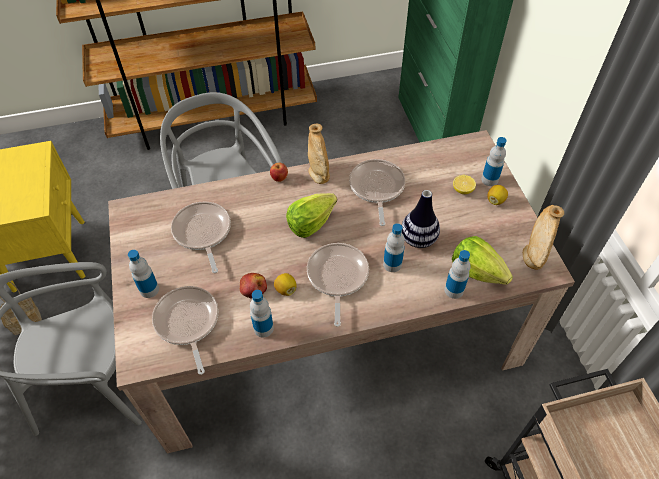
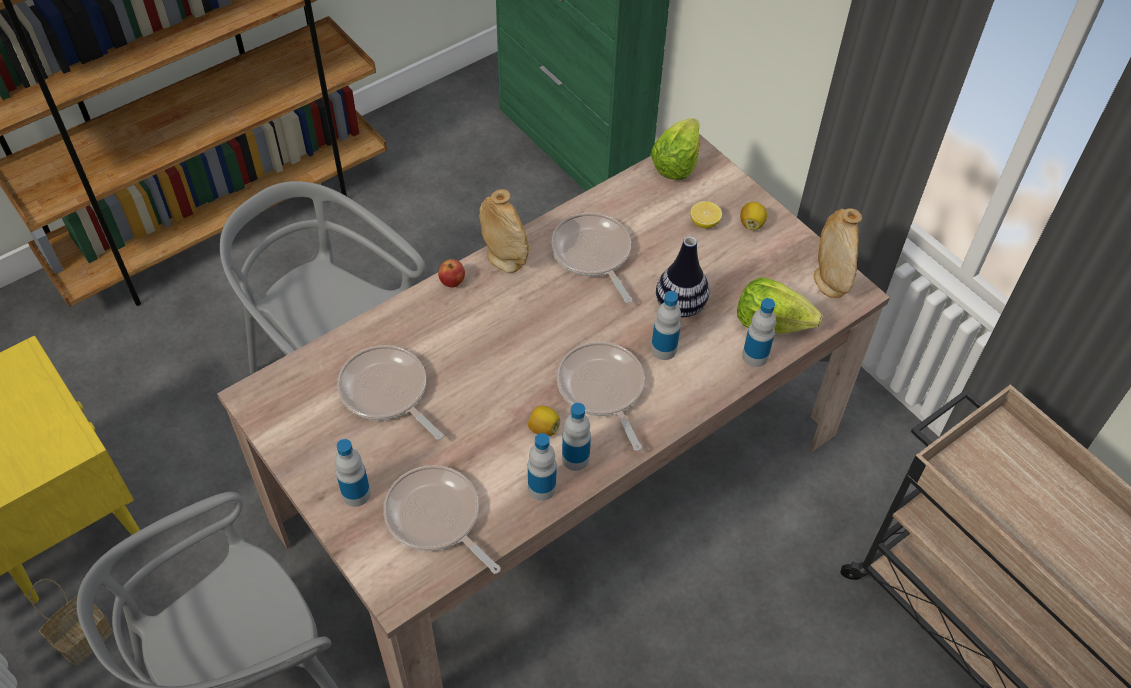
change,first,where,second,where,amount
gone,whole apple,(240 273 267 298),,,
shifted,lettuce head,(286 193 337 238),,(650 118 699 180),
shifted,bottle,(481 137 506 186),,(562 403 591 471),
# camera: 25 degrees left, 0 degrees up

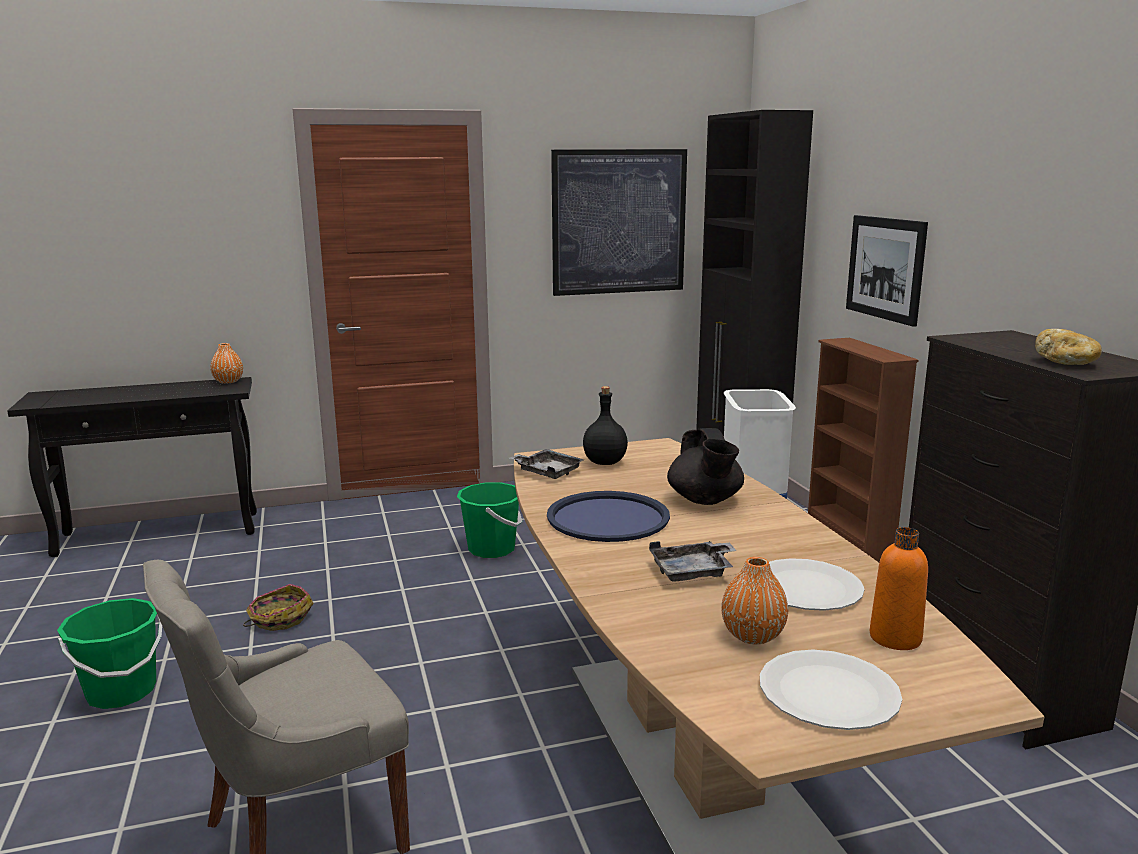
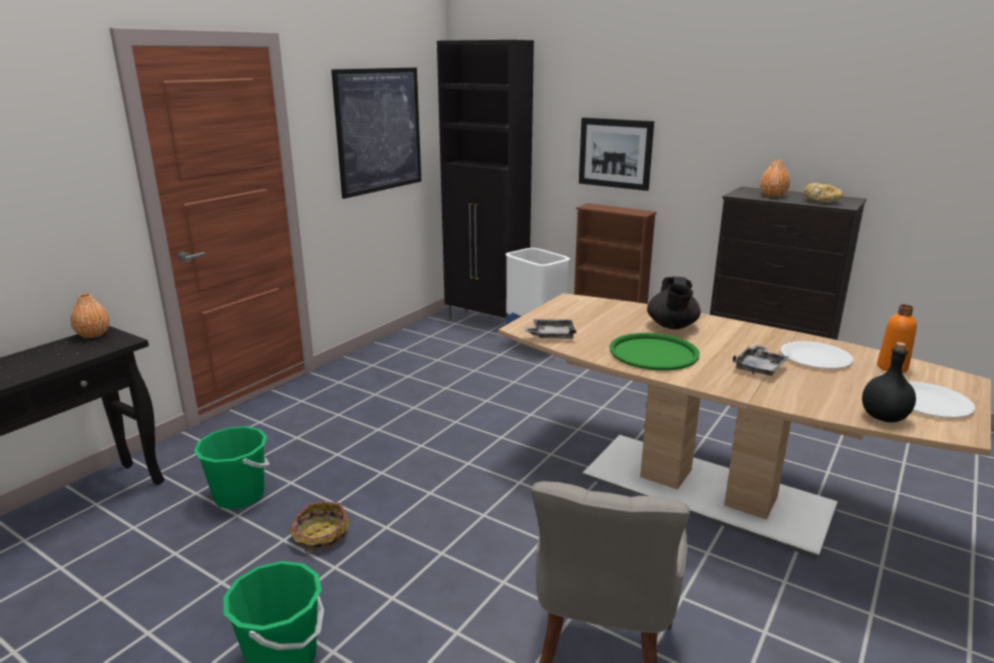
change,first,where,second,where,amount
shifted,pail in greenish,(457 483 523 558),,(194 426 269 509),
repainted,carrying tray in blue-coloured,(547 491 670 542),carrying tray in greenish,(609 333 700 371),
shifted,bottle in black,(583 386 628 465),,(862 342 916 423),
rotated,teapot in black,(667 428 744 505),,(647 277 701 329),60 degrees clockwise
shifted,vase in orange-coloured,(721 557 788 644),,(760 160 790 197),
# camera: 40 degrees left, 5 degrees up

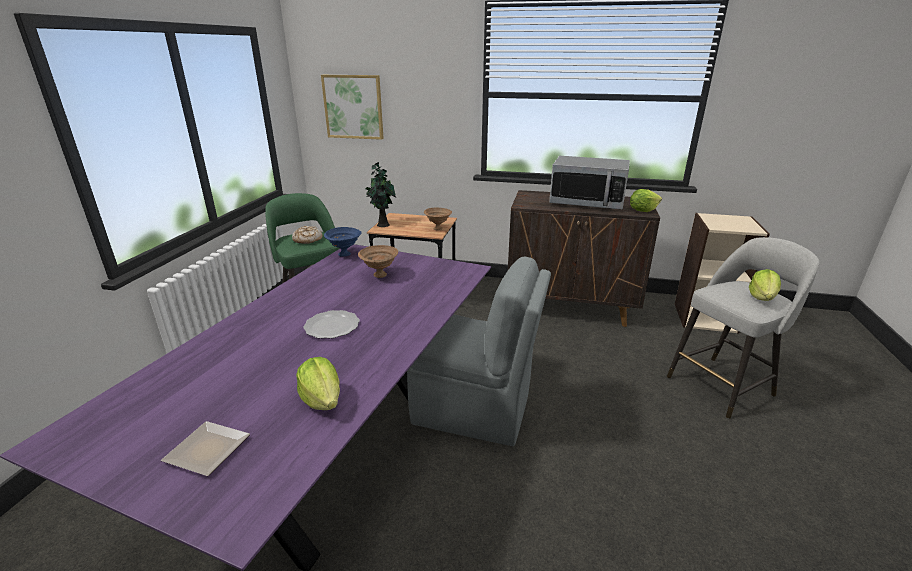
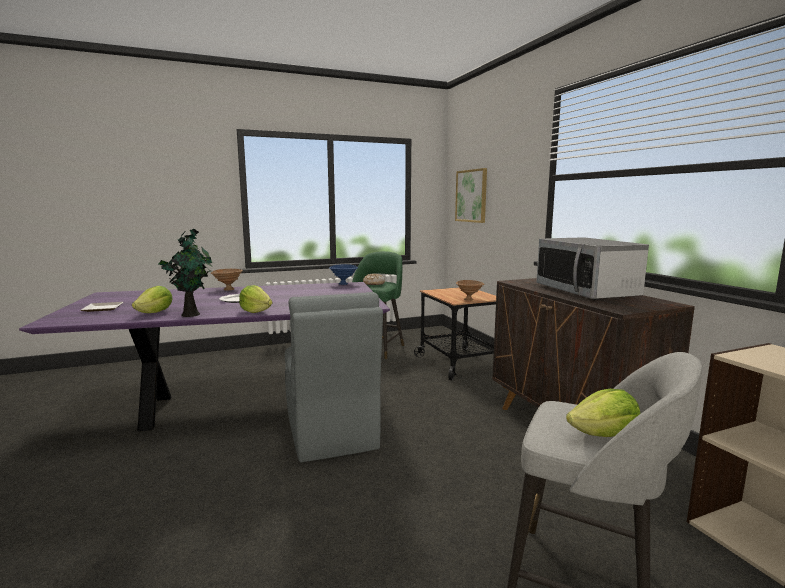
change,first,where,second,where,amount
shifted,bowl in brown,(358 245 398 278),,(211 269 243 291),
shifted,houseplant,(366 162 396 227),,(159 229 213 317),
shifted,lettuce head,(630 189 662 212),,(239 285 272 313),
# camera: 55 degrees right, 15 degrees down

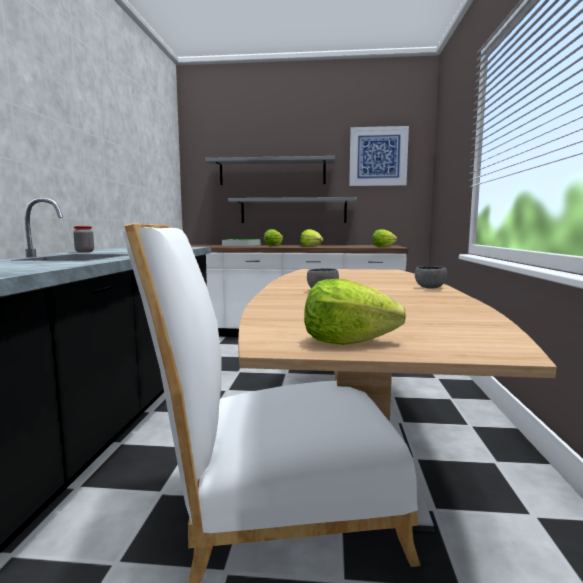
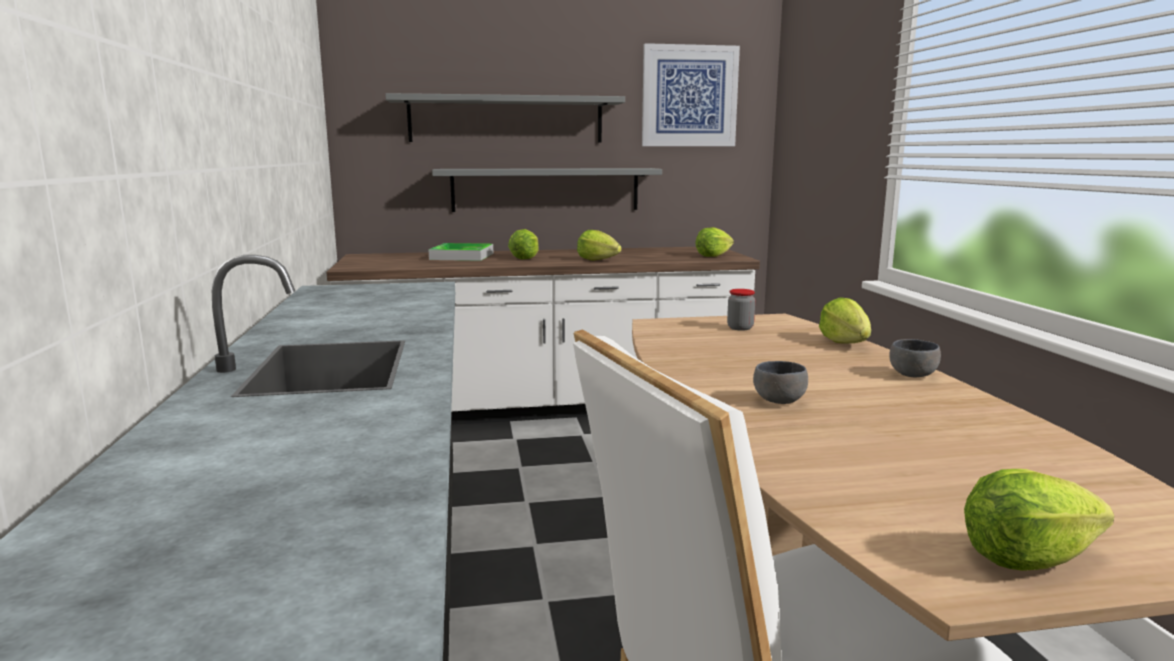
change,first,where,second,where,amount
shifted,jar,(73 226 94 252),,(727 289 755 331),
new,,,lettuce head,(819 297 871 343),
# camera: 15 degrees left, 5 degrees up

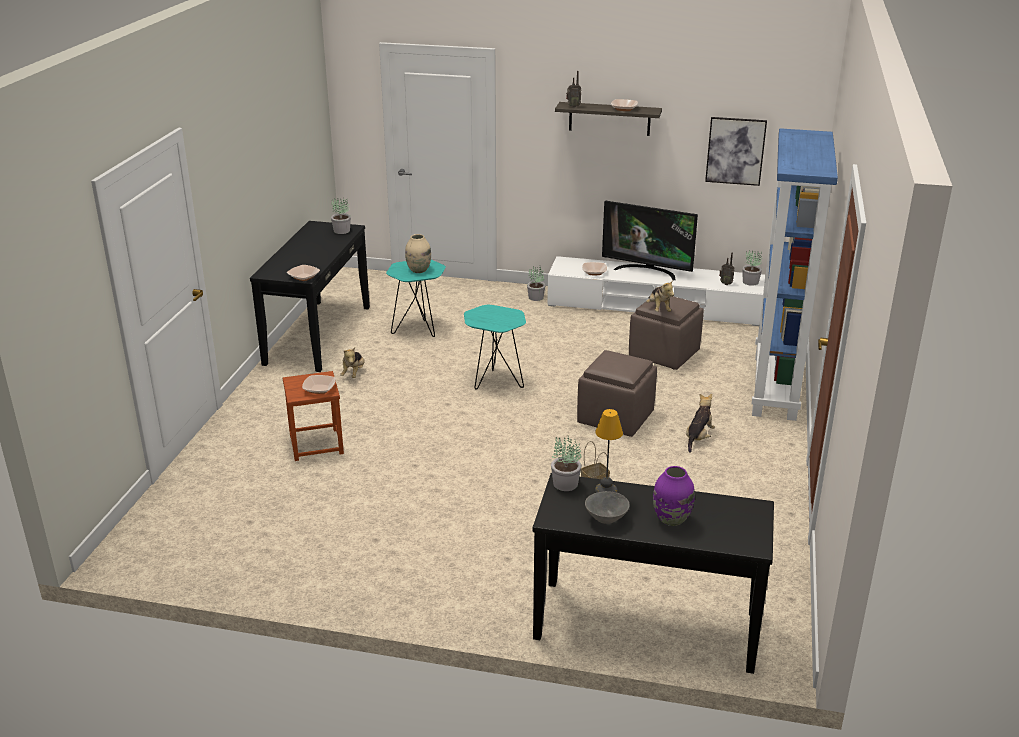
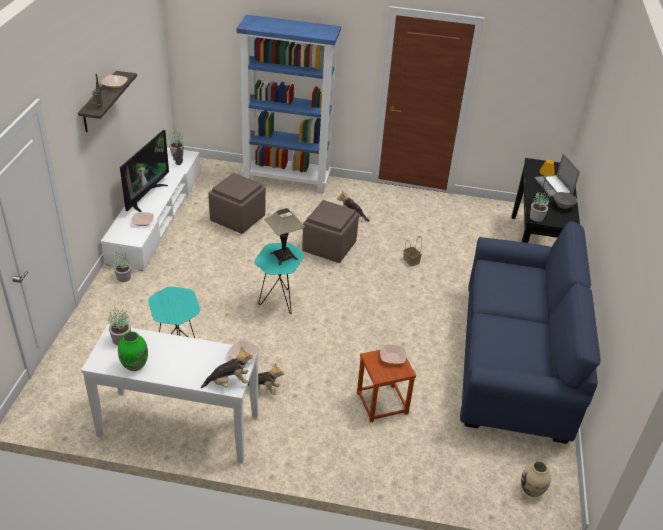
change,first,where,second,where,amount
repainted,console table in black,(250 221 370 372),console table in white,(81 324 258 464),
shifted,vase in sand-coloured,(405 234 431 273),,(521 461 551 497),
shifted,plush toy,(646 280 674 312),,(201 346 253 389),
swapped,vase in purple,(653 466 695 526),notebook computer,(535 154 580 197),
gone,picture,(705 117 767 186),,,
new,,,vase in greenish,(118 331 148 371),
new,,,tabletop lamp,(264 208 305 265),
new,,,couch in blue-coloured,(460 221 601 444),
# camera: 95 degrees left, 10 degrees up

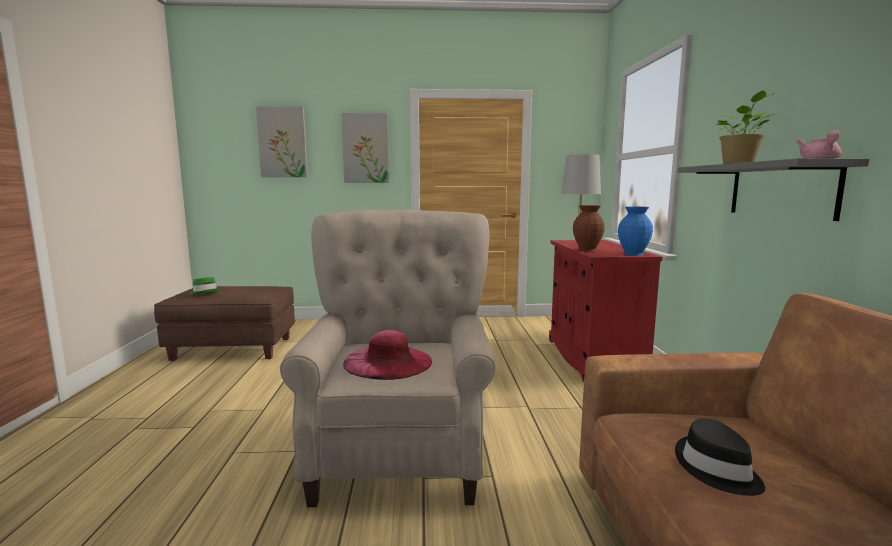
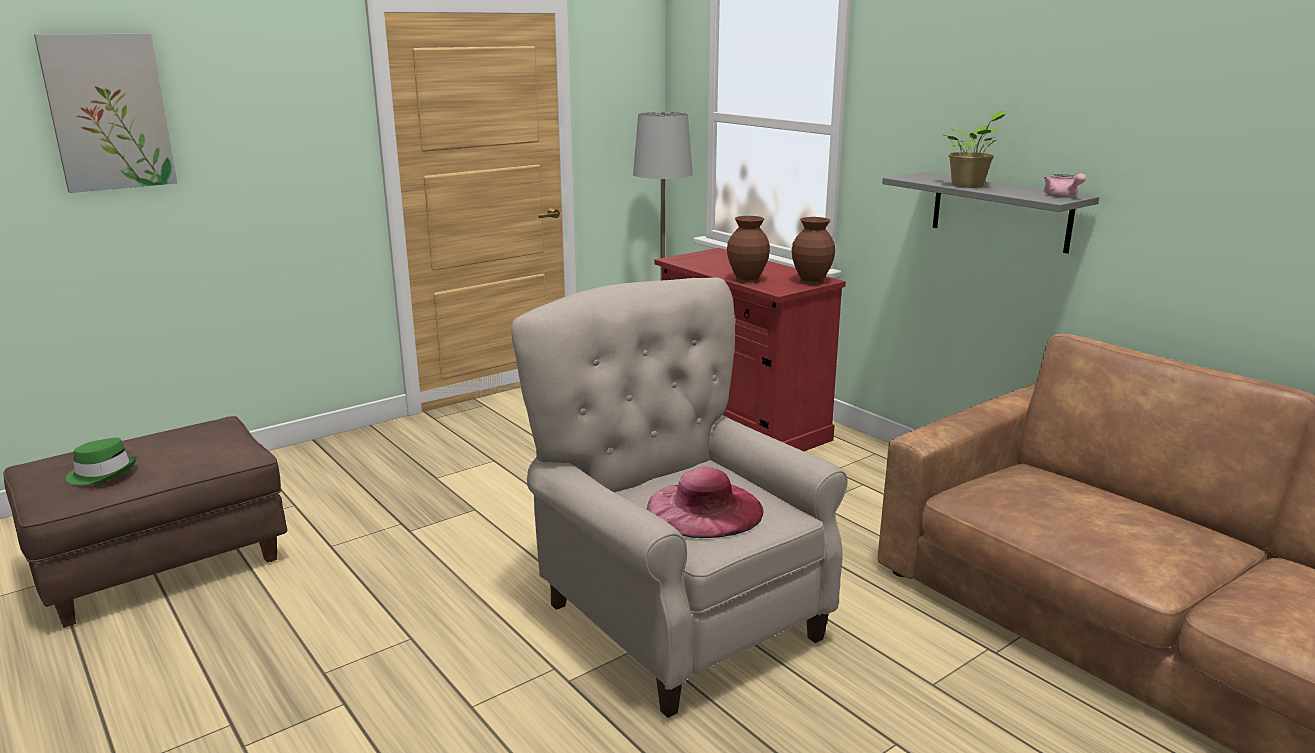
change,first,where,second,where,amount
gone,picture,(341 113 389 183),,,
repainted,vase in blue-coloured,(618 206 653 256),vase in brown,(792 217 835 285),
gone,hat in black,(675 419 765 496),,,
# camera: 35 degrees left, 10 degrees up

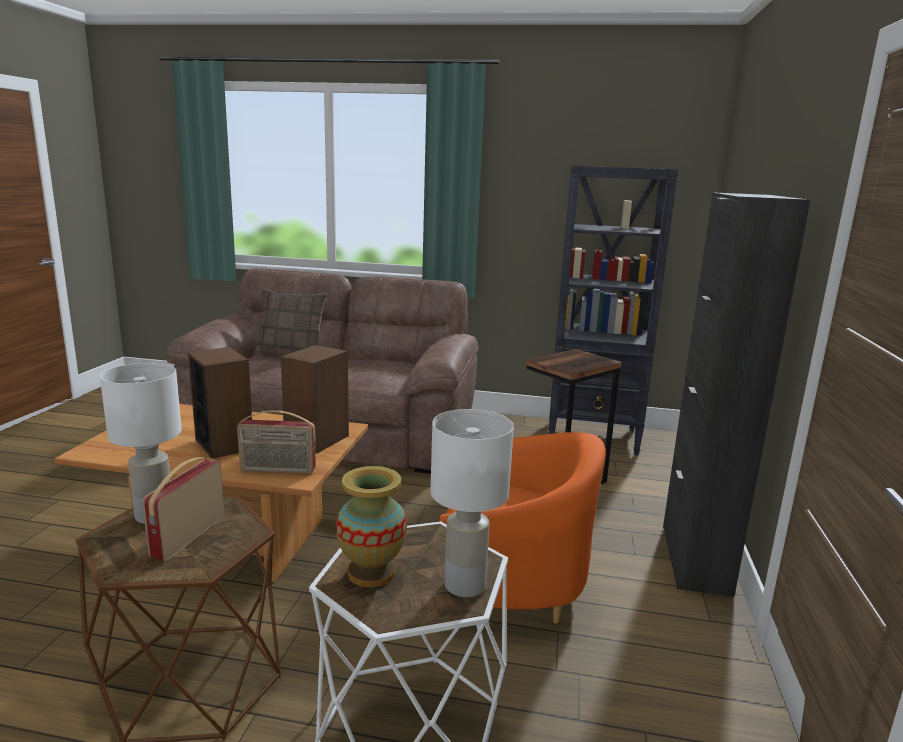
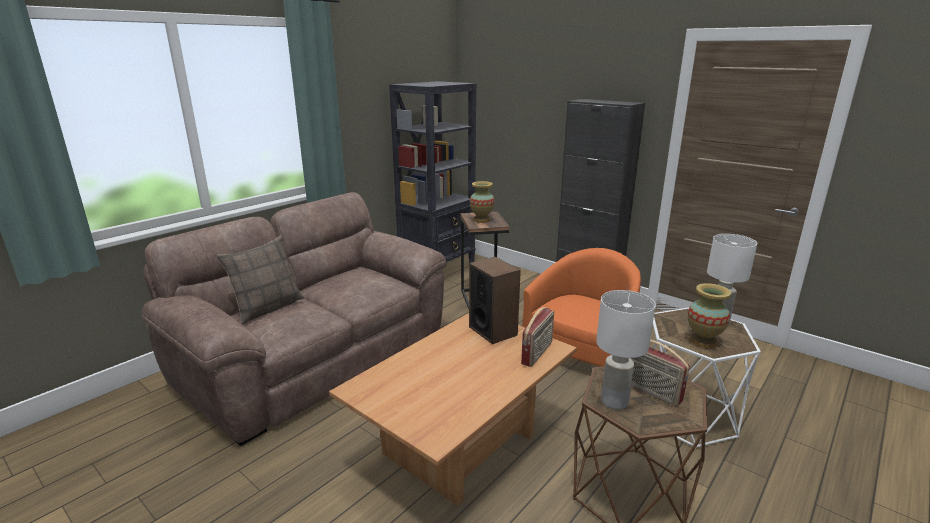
change,first,where,second,where,amount
gone,speaker,(188 347 252 459),,,
new,,,vase,(470 181 495 223),
# camera: 60 degrees left, 5 degrees up

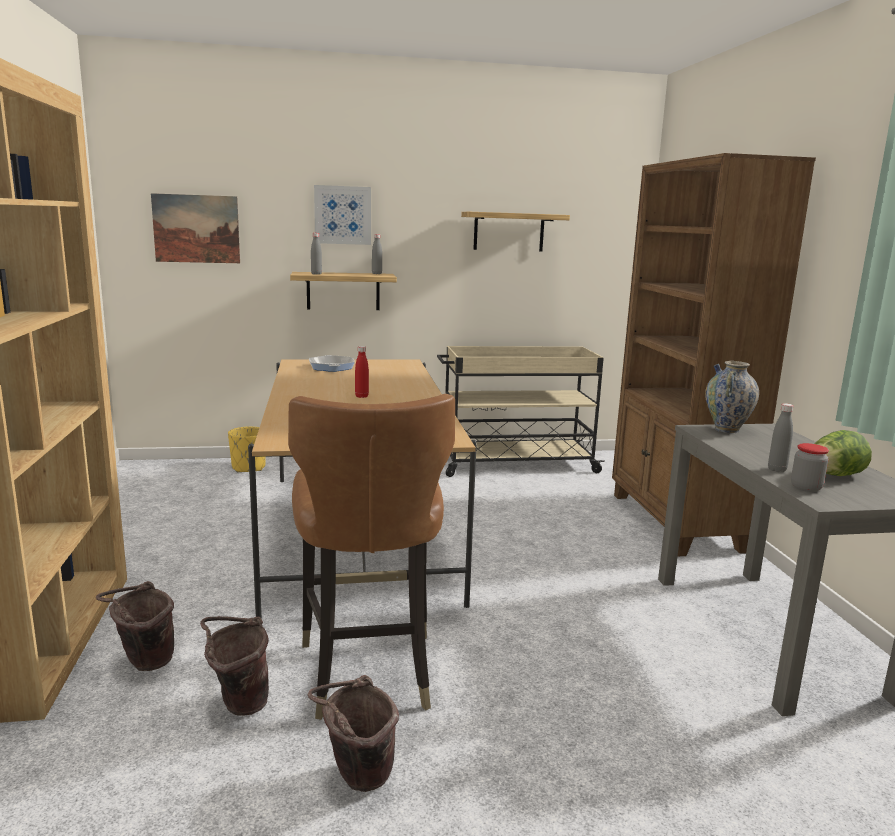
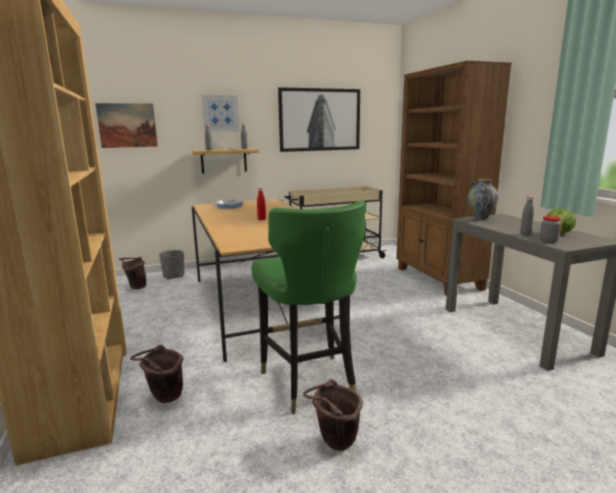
change,first,where,second,where,amount
shifted,pail in brown,(200 616 269 716),,(119 257 146 289),
repainted,plant pot in yellow,(228 427 266 472),plant pot in gray,(159 250 184 279),
repainted,upright chair in brown,(288 394 455 720),upright chair in greenish,(252 201 366 414),
swapped,shelf,(461 212 570 251),picture,(278 87 360 152),
# camera: 10 degrees left, 0 degrees up

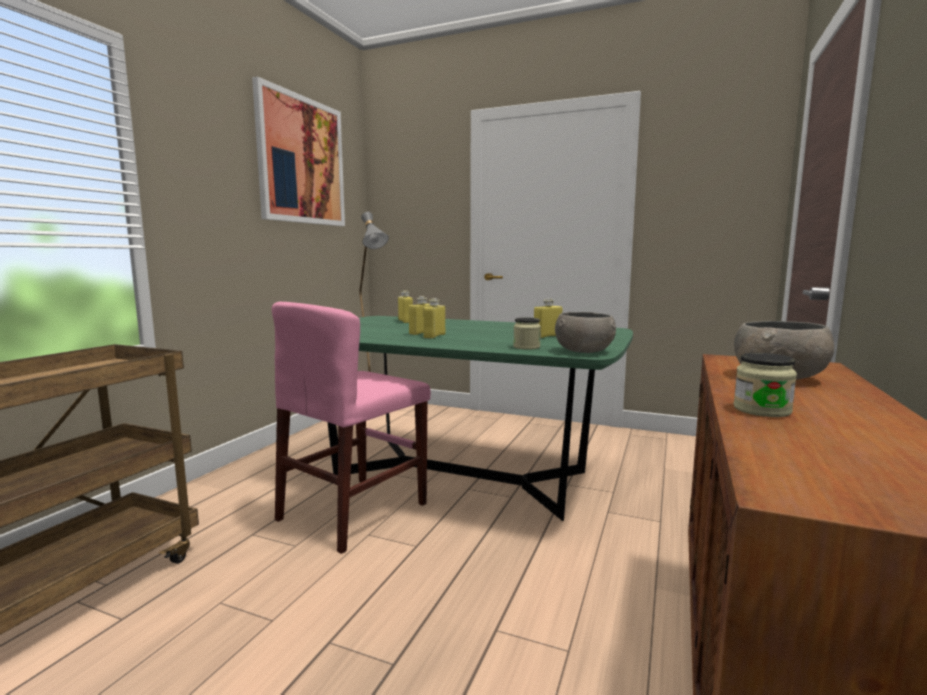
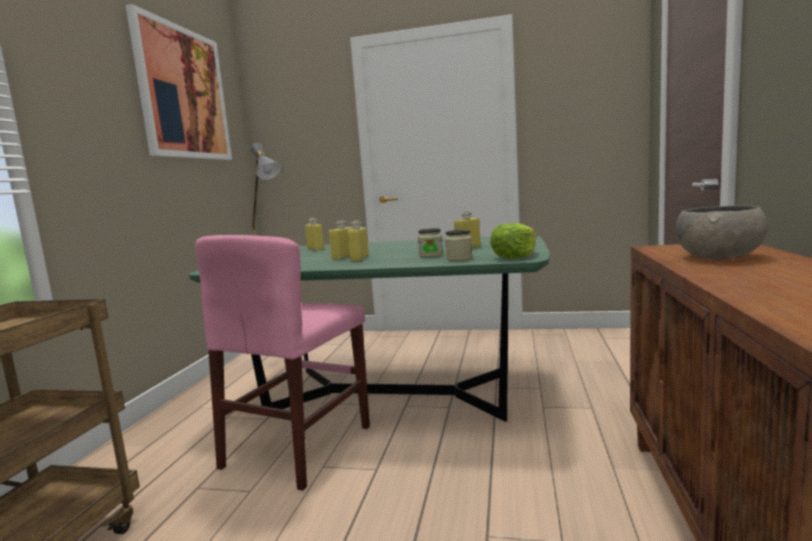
change,first,where,second,where,amount
swapped,bowl in gray,(555 312 616 353),lettuce head,(490 223 537 259),
shifted,jar,(734 353 797 417),,(418 228 443 257),
# camera: 10 degrees left, 0 degrees up

